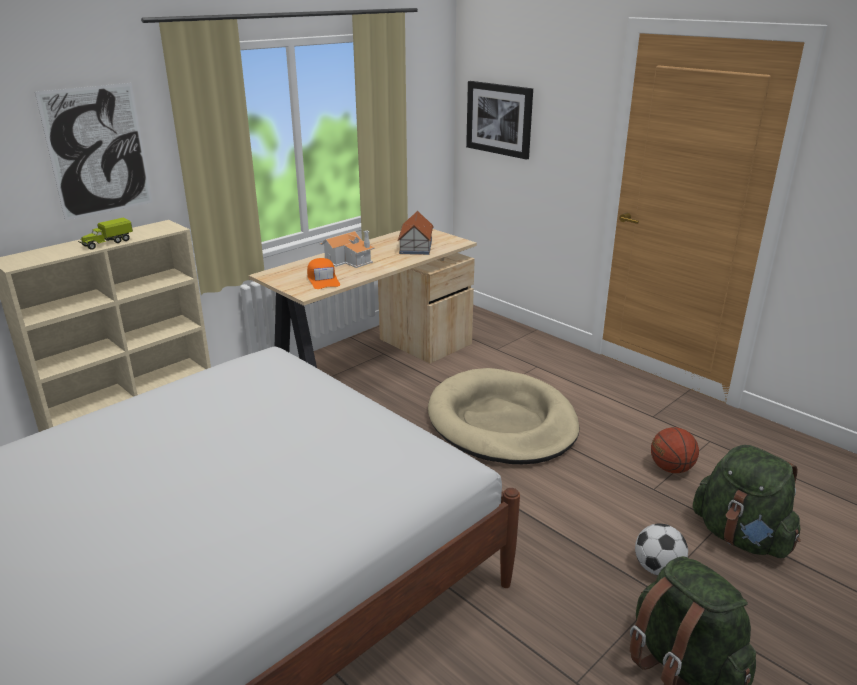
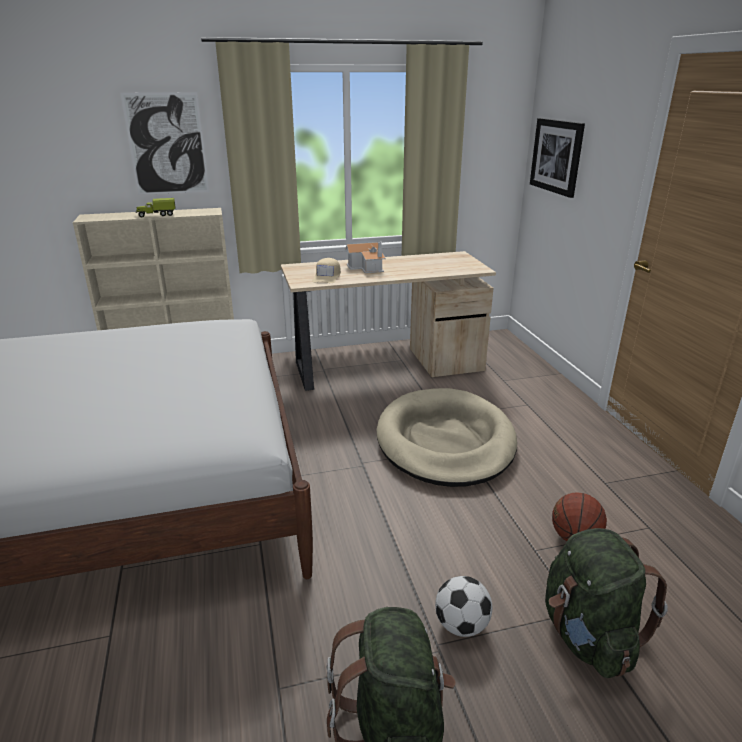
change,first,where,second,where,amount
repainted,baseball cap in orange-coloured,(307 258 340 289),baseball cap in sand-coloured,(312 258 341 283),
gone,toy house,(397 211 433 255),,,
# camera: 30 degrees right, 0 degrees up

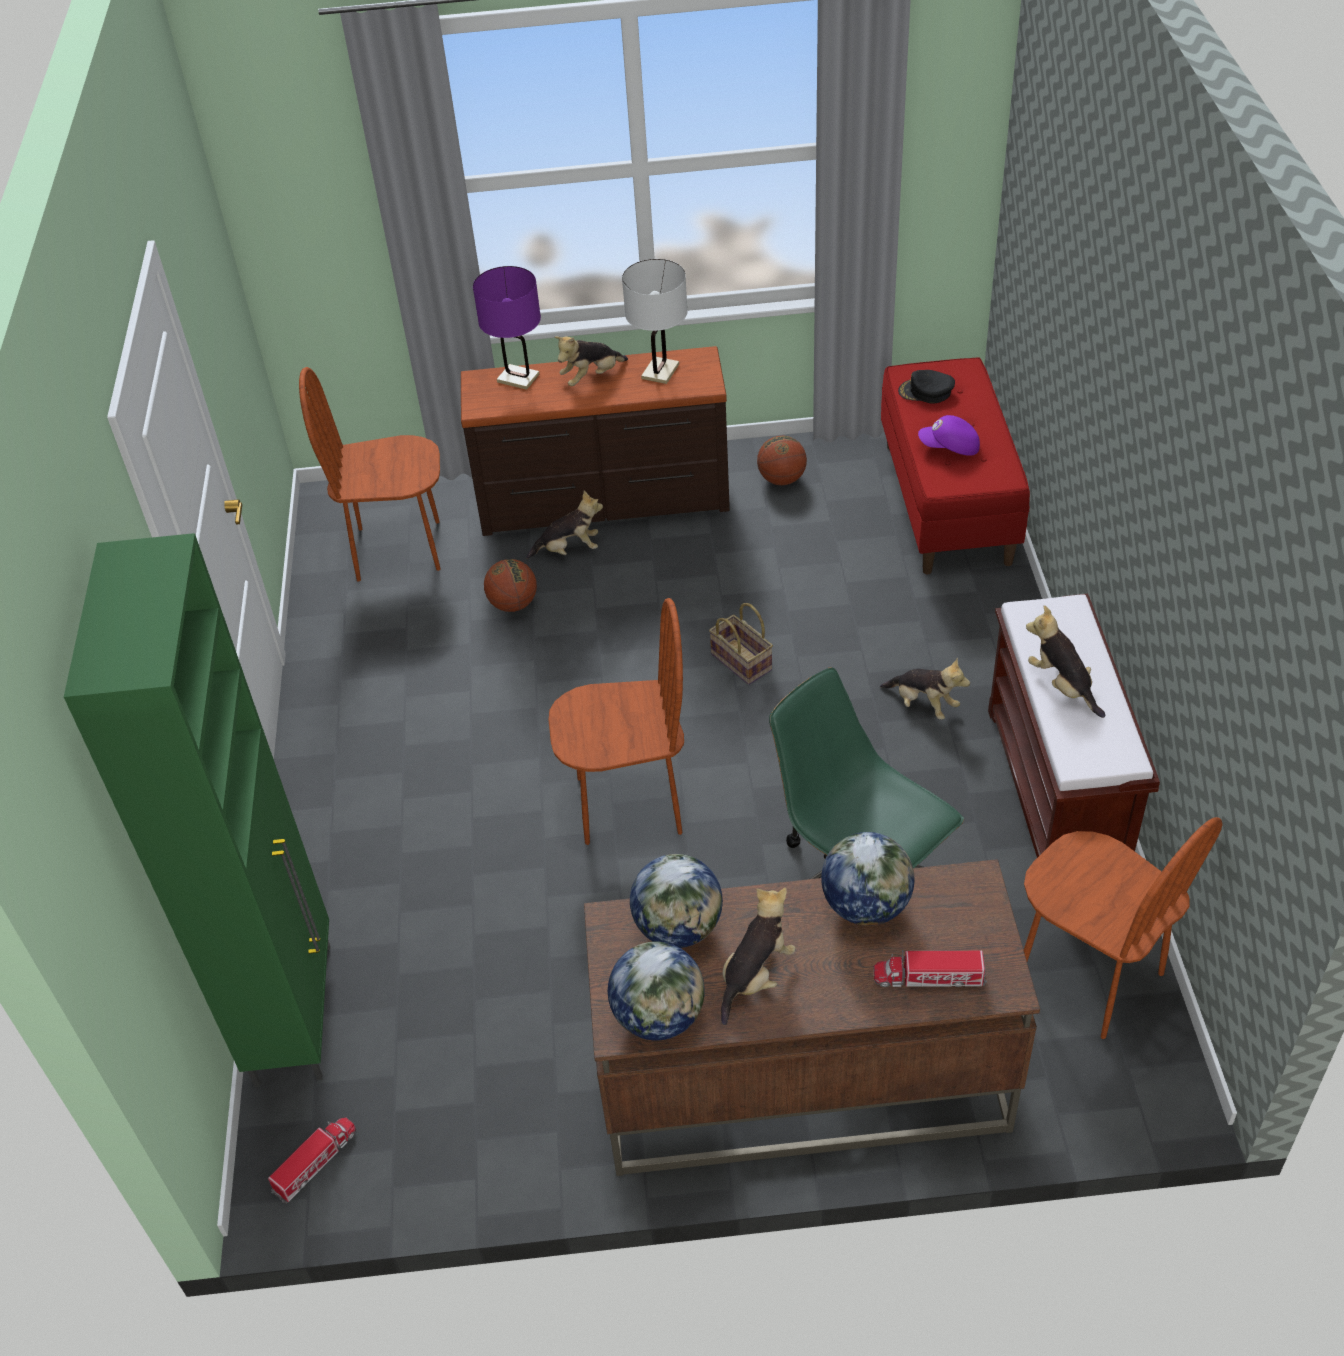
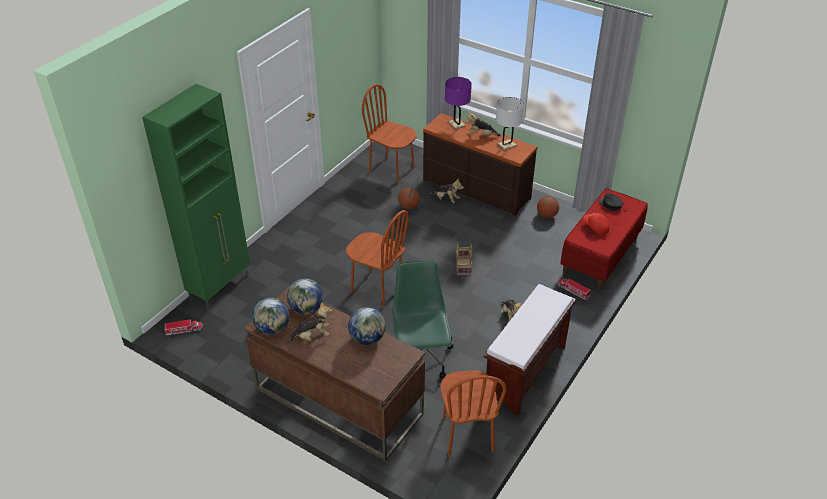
change,first,where,second,where,amount
shifted,toy lorry,(873 950 987 987),,(557 278 591 300),
repainted,baseball cap in purple,(918 415 980 456),baseball cap in red,(583 213 610 235),
gone,plush toy,(1026 605 1105 718),,,
# camera: 35 degrees right, 5 degrees down

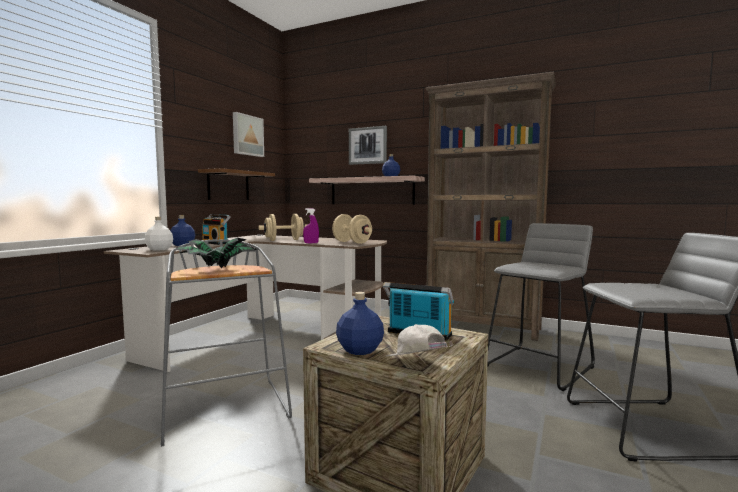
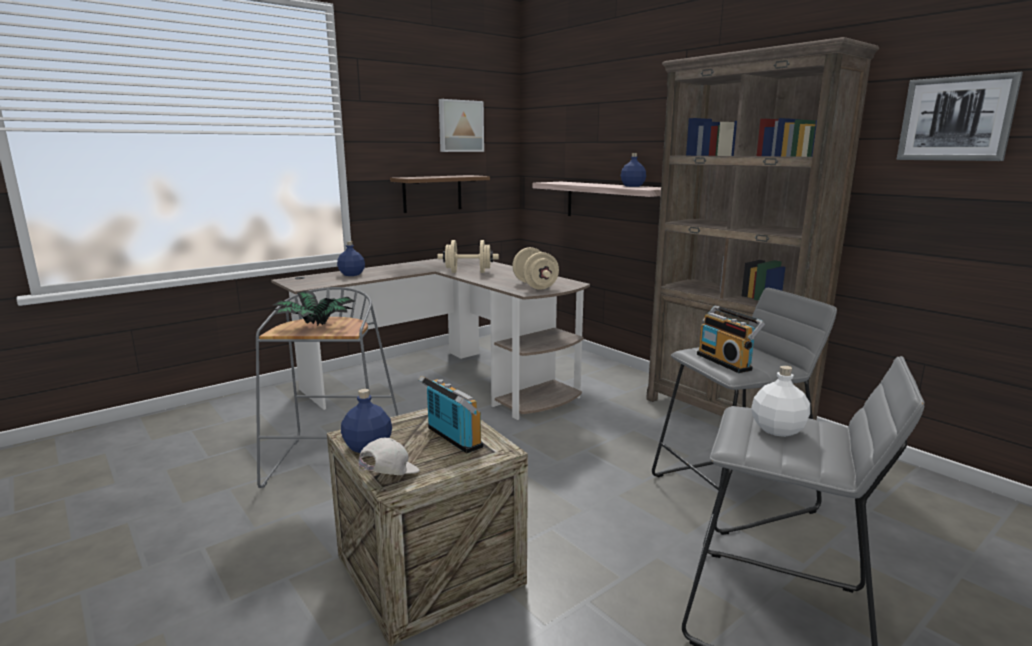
change,first,where,second,where,amount
shifted,bottle in white,(145 217 173 250),,(751 365 810 437),
shifted,radio,(201 214 231 245),,(697 305 765 373),
gone,sprayer in purple,(303 208 319 243),,,
shifted,picture,(349 126 387 165),,(897 72 1023 161),
rotated,baseball cap in white,(386 324 453 357),,(358 438 420 475),45 degrees clockwise
# camera: 25 degrees right, 10 degrees up

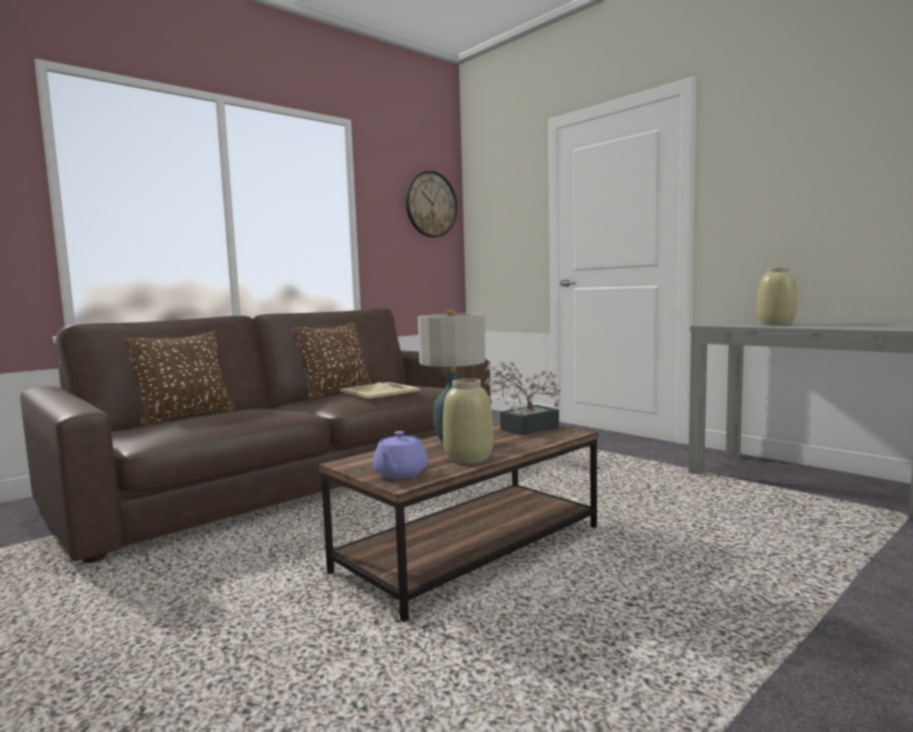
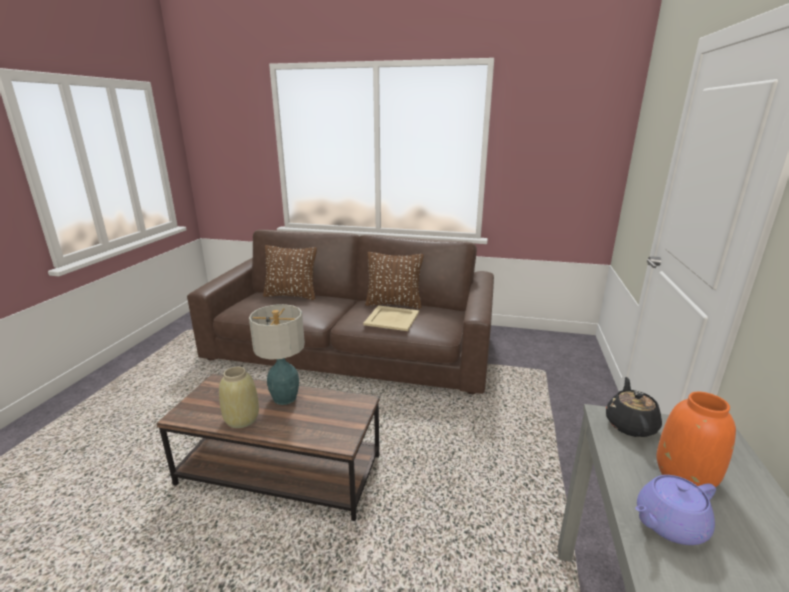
change,first,where,second,where,amount
shifted,teapot in purple,(373 431 428 479),,(635 475 716 545),
gone,wall clock,(405 171 457 238),,,
gone,houseplant,(484 361 561 436),,,
repainted,vase in sand-coloured,(757 267 797 325),vase in orange-coloured,(657 392 736 487),
new,,,teapot in black,(606 377 662 437),
# camera: 55 degrees right, 15 degrees up

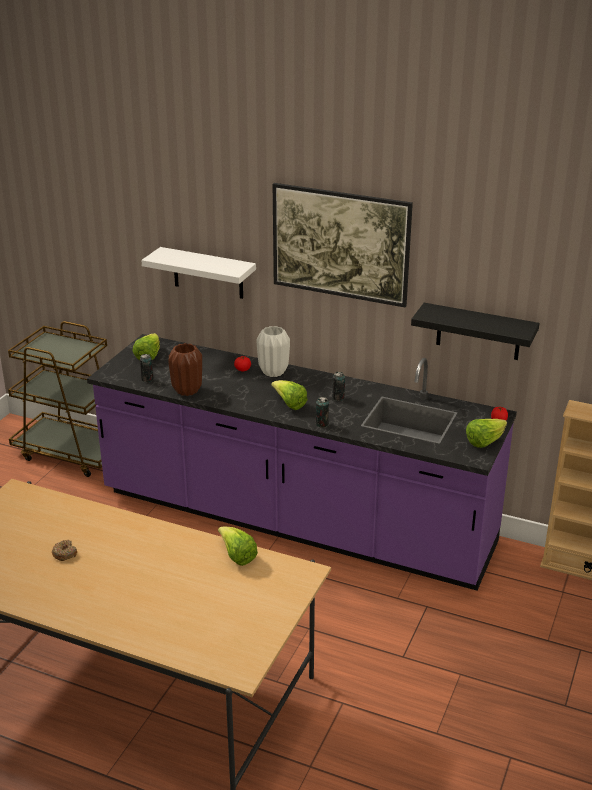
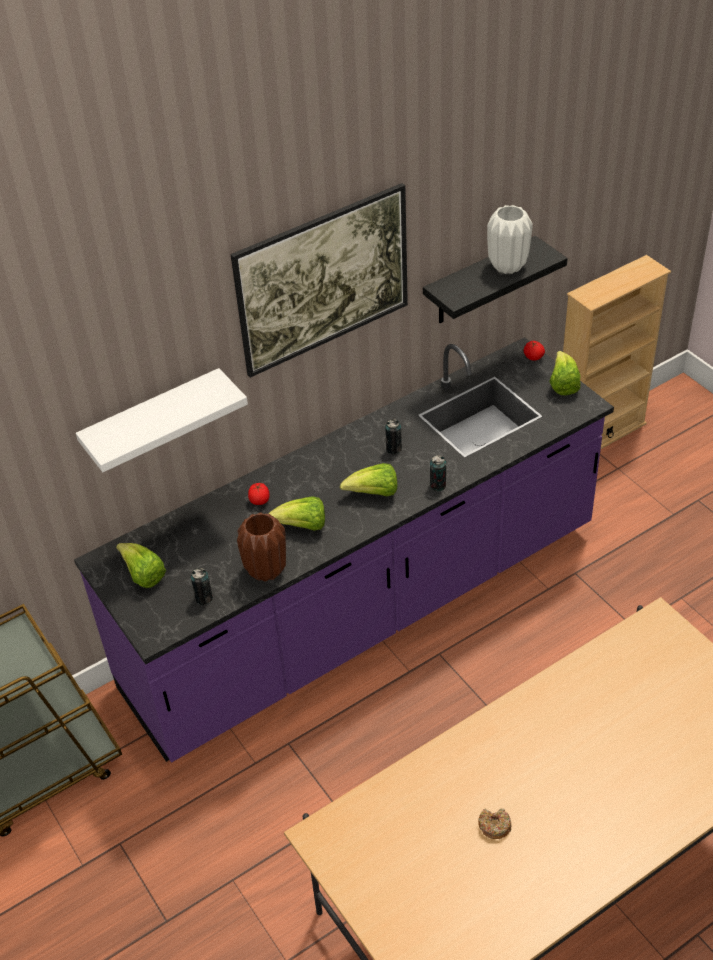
change,first,where,second,where,amount
shifted,lettuce head,(218 526 258 566),,(268 496 325 531),
shifted,vase in white,(257 326 290 377),,(487 205 533 274),
# camera: 55 degrees left, 15 degrees up

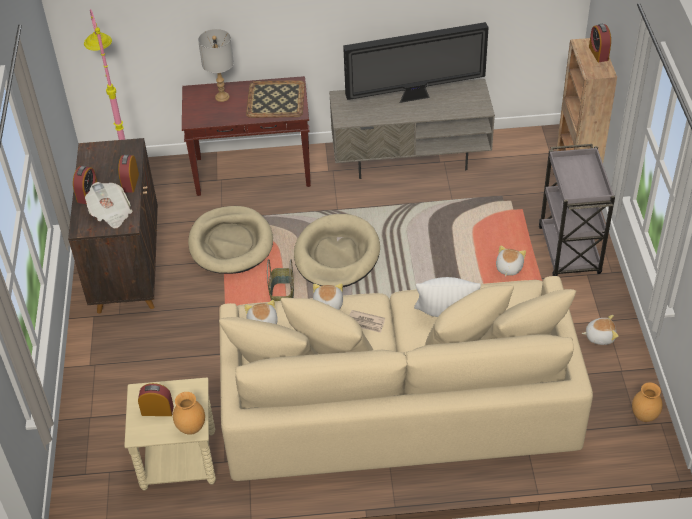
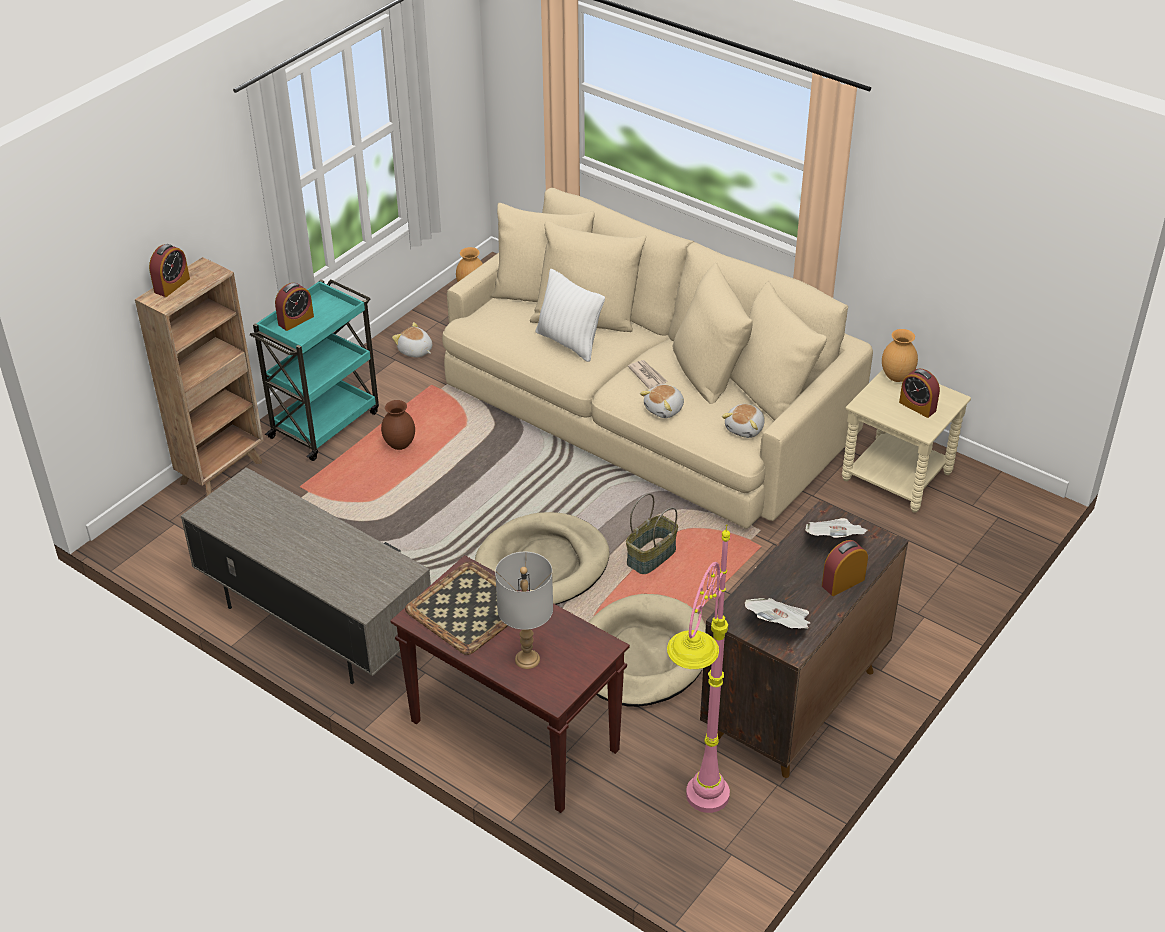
change,first,where,second,where,amount
shifted,bedside clock,(118 155 139 193),,(275 283 314 331),
gone,television,(343 22 489 103),,,
swapped,plush toy,(496 246 526 277),vase in brown,(381 400 415 450),
repainted,wheeled cart in gray,(539 144 615 276),wheeled cart in turquoise-coloured,(250 279 379 461),
new,,,newspaper,(745 598 810 629),
# camera: 140 degrees left, 5 degrees down

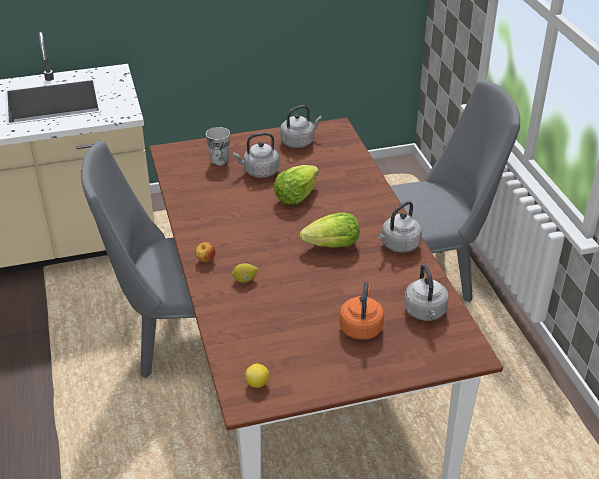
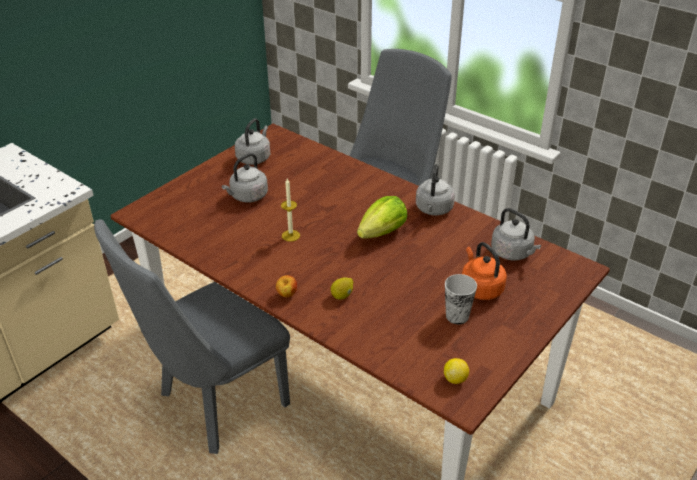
change,first,where,second,where,amount
shifted,drinking cup,(206 127 230 166),,(445 274 477 324),
gone,lettuce head,(274 165 319 204),,,
new,,,candle,(281 178 300 242),
# camera: 35 degrees left, 0 degrees up

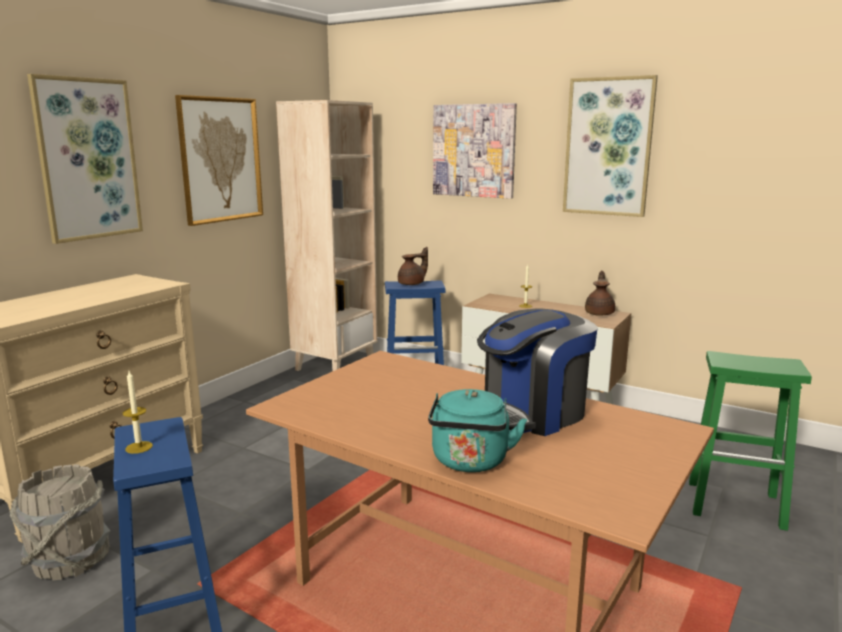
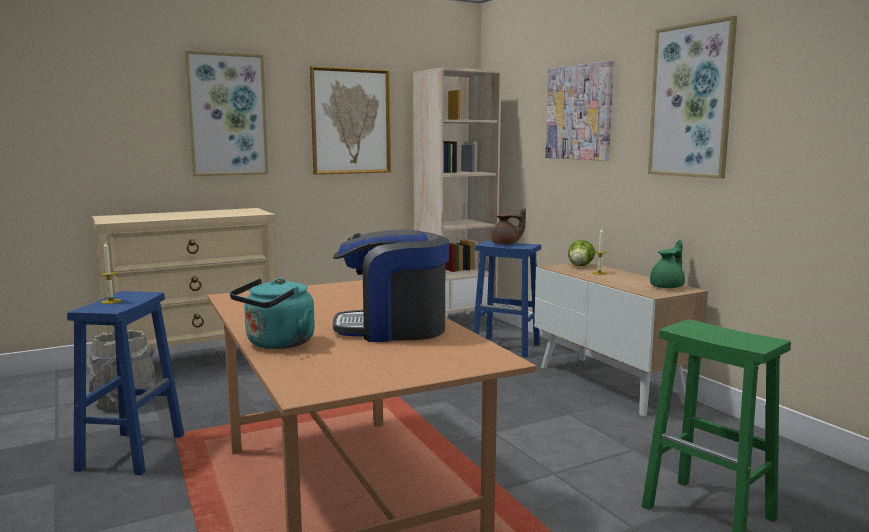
change,first,where,second,where,amount
repainted,teapot in brown,(585 271 615 316),teapot in greenish,(650 240 685 288),
new,,,lettuce head,(568 240 595 266),
# camera: 30 degrees right, 5 degrees down

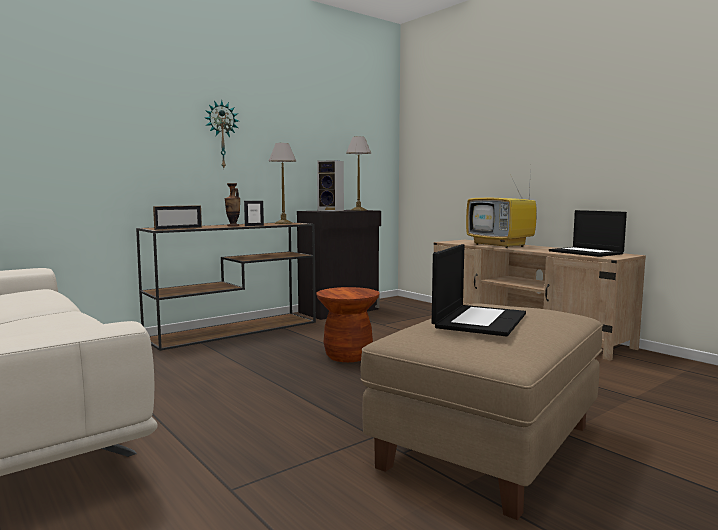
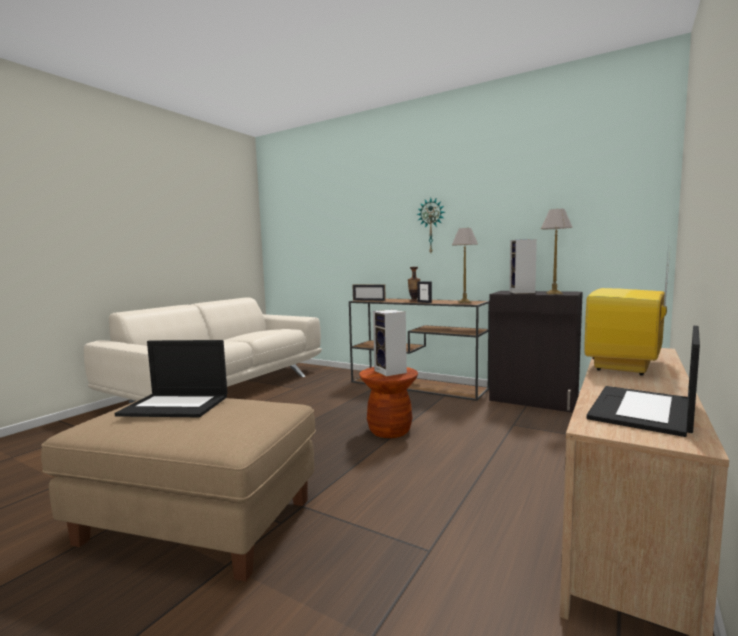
change,first,where,second,where,amount
new,,,speaker,(373 309 407 376),
# camera: 70 degrees right, 0 degrees up

